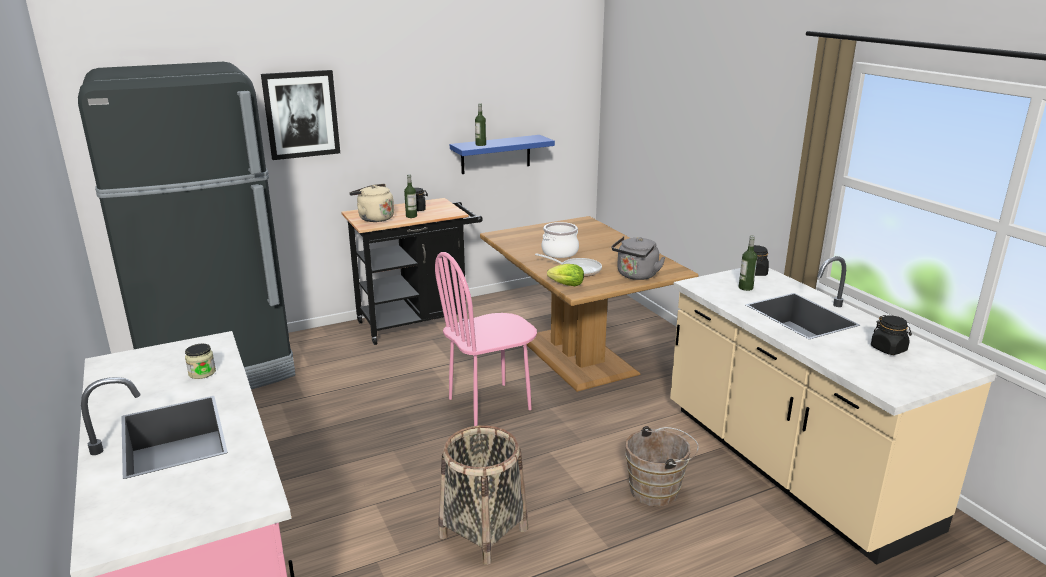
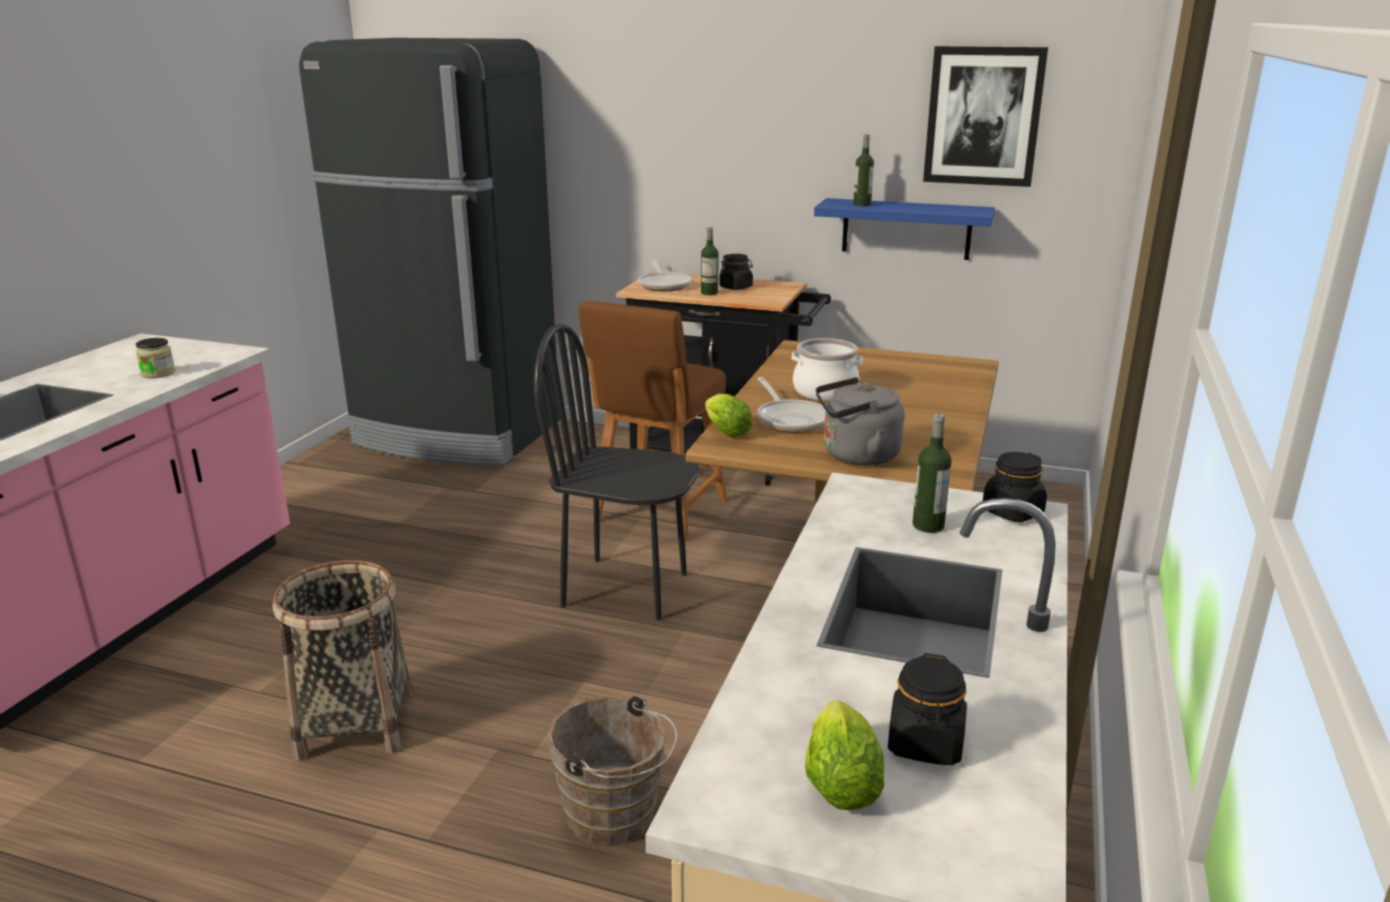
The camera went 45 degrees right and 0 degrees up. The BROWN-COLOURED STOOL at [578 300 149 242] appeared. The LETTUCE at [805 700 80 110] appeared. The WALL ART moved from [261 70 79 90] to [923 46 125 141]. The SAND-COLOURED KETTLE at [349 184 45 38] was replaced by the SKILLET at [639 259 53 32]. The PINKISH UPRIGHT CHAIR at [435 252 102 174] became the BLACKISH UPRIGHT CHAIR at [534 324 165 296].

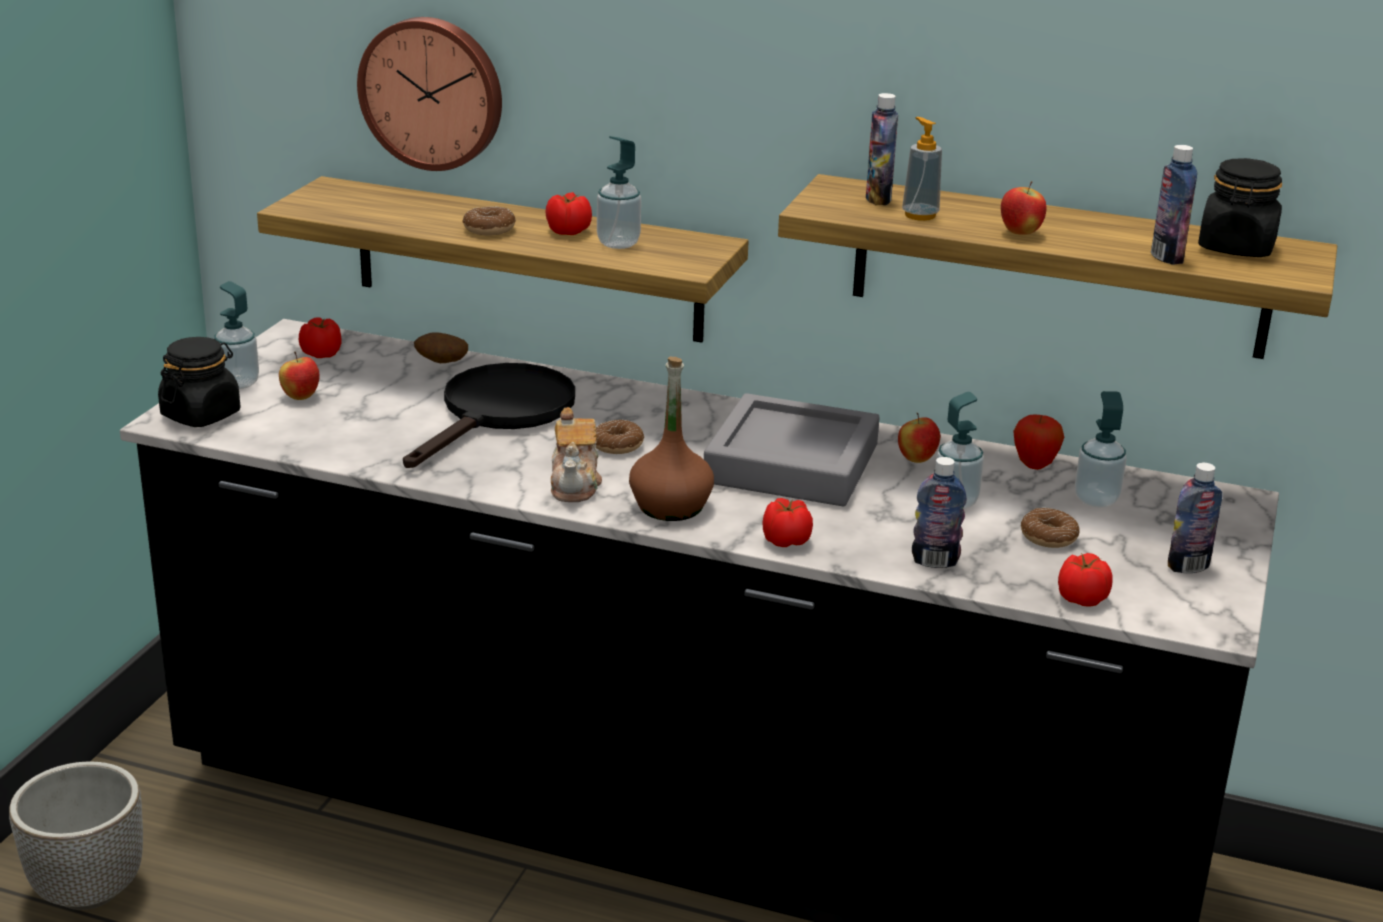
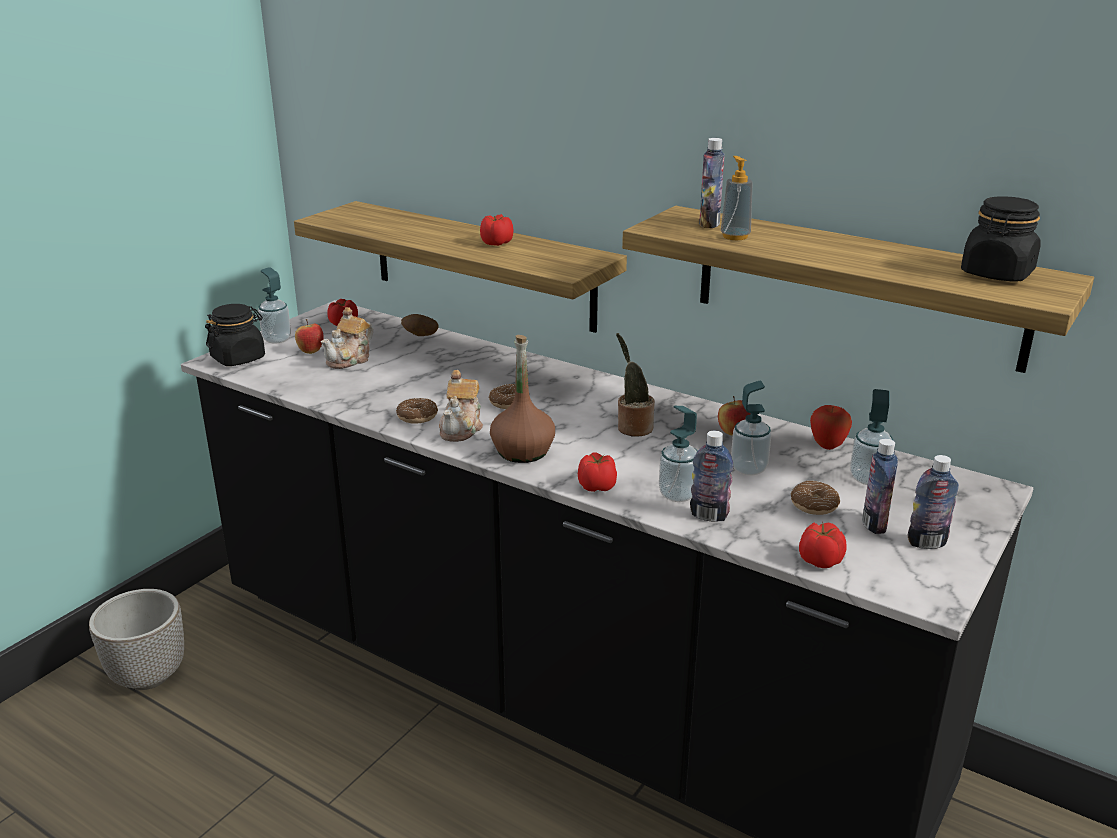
The camera went 15 degrees right and 0 degrees up. The CLOCK ON THE WALL at [357 17 145 154] disappeared. The BLACKISH SKILLET at [403 363 172 105] disappeared. The WHOLE APPLE at [1001 181 46 54] disappeared. The POT FOR TEA at [321 307 52 62] appeared. The DOUGHNUT moved from [462 207 54 28] to [396 398 42 26]. The SOAP BOTTLE moved from [597 136 44 113] to [659 406 38 96]. The BOTTLE moved from [1151 145 46 120] to [862 439 36 95]. The GREY SERVING TRAY at [704 393 176 113] was replaced by the HOUSEPLANT at [616 333 39 104].

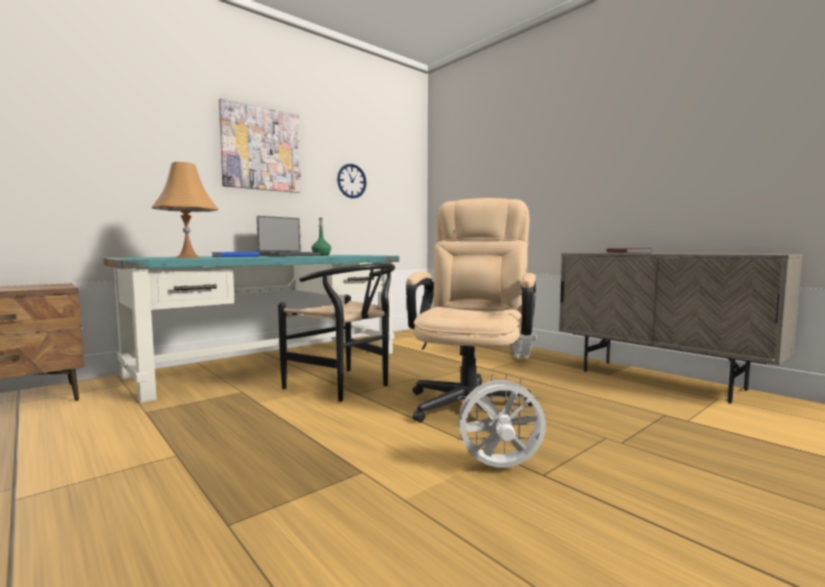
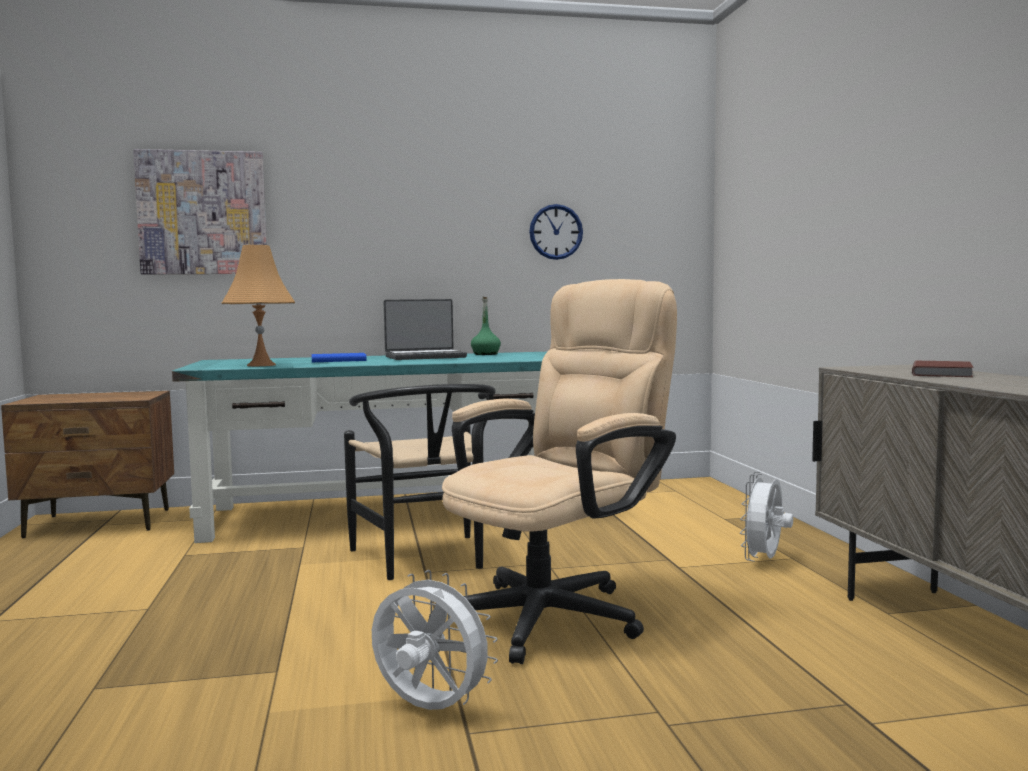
The camera went 30 degrees right and 0 degrees up. The WALL ART moved from [219 98 82 95] to [133 149 134 125].

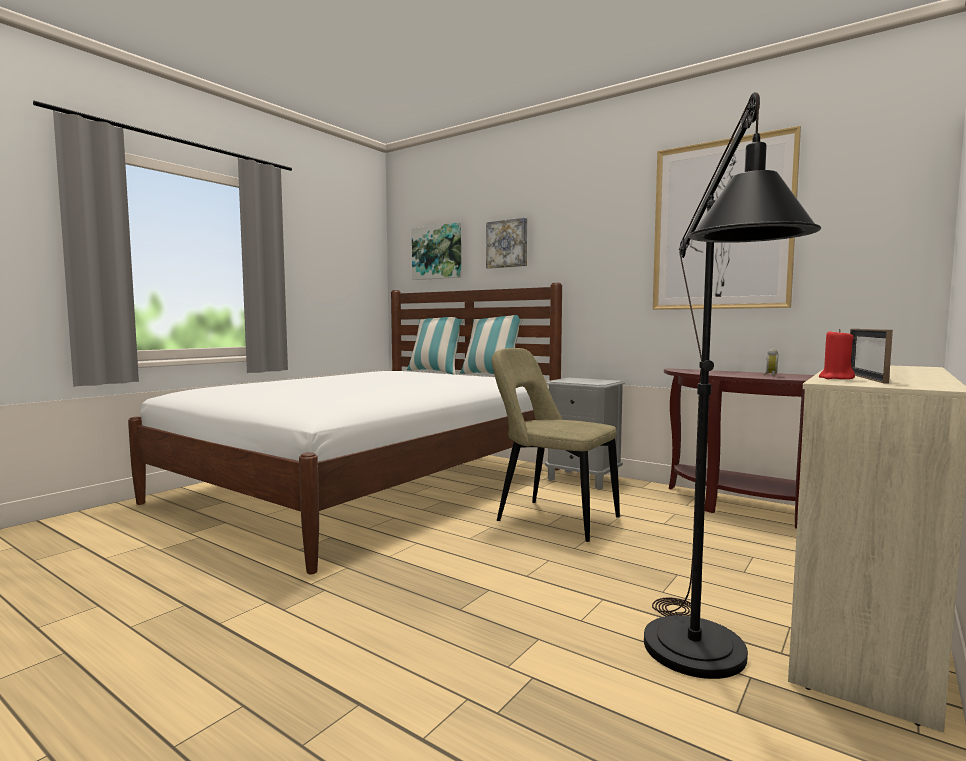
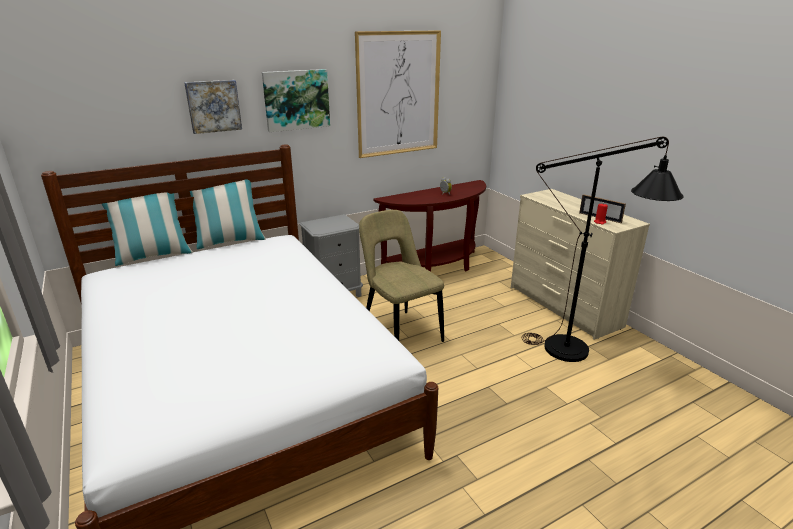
The camera went 65 degrees left and 20 degrees up. The WALL ART moved from [412 222 49 58] to [262 69 68 63]. The SAND-COLOURED UPRIGHT CHAIR at [492 348 128 194] turned 90 degrees clockwise.

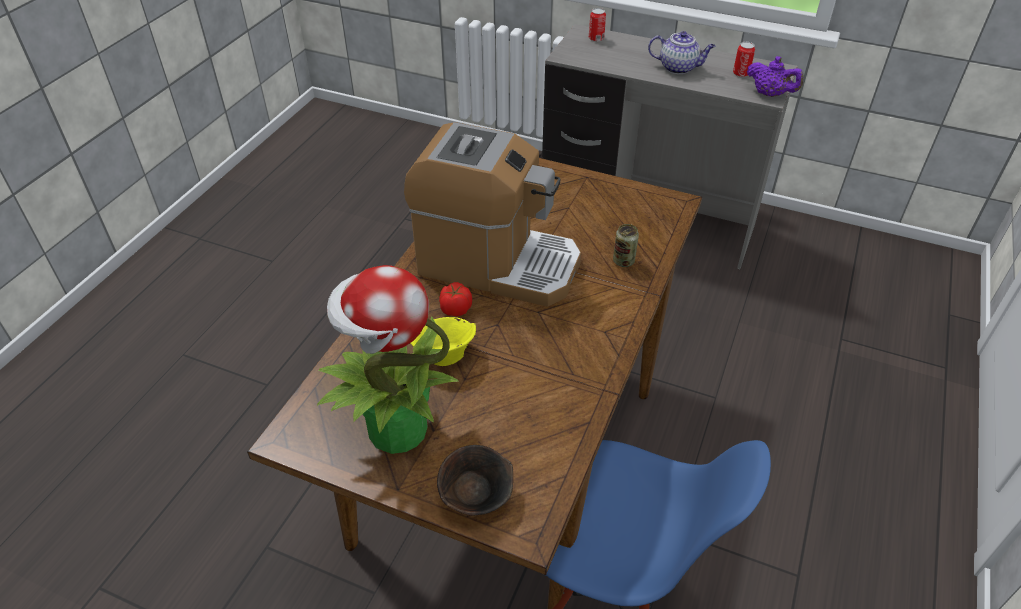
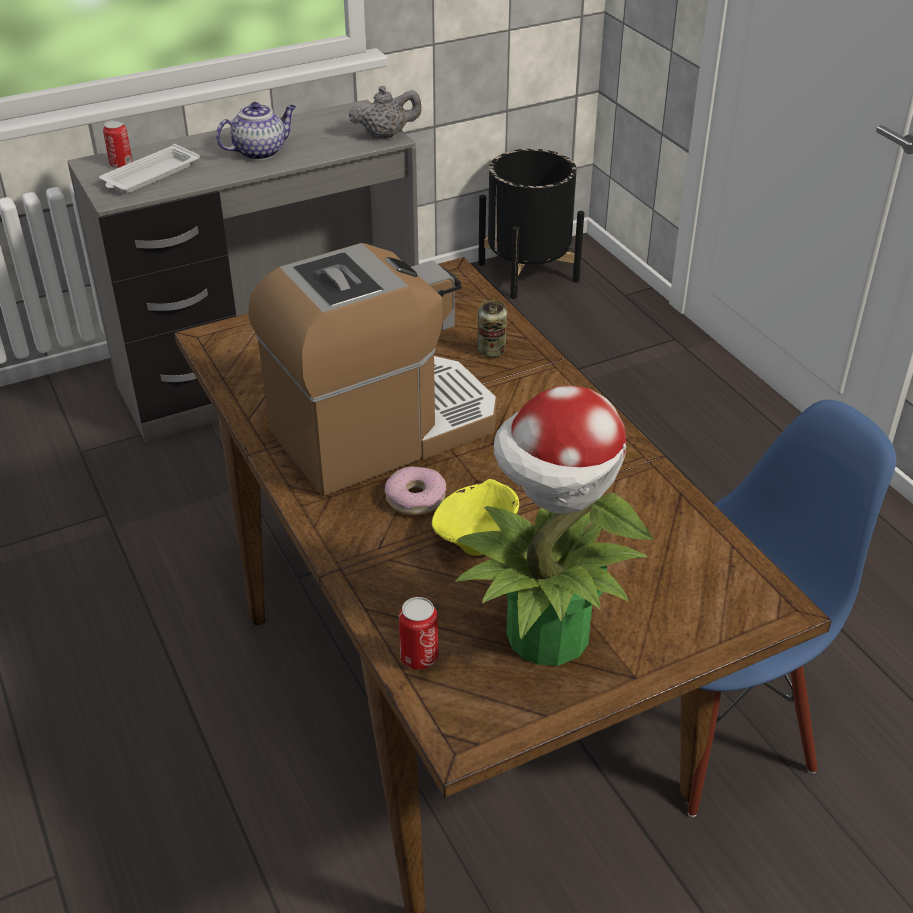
The camera went 50 degrees left and 5 degrees down. The BROWN-COLOURED BOWL at [437 445 76 70] disappeared. The WHITE-COLOURED SERVING TRAY at [99 144 101 49] appeared. The BLACKISH PLANTER at [478 149 106 150] appeared. The SEALED CAN moved from [733 42 22 35] to [399 597 39 73]. The TOMATO at [439 282 33 34] was replaced by the DOUGHNUT at [385 466 62 49]. The PURPLE POT FOR TEA at [747 56 56 41] became the GREY POT FOR TEA at [349 86 72 53].

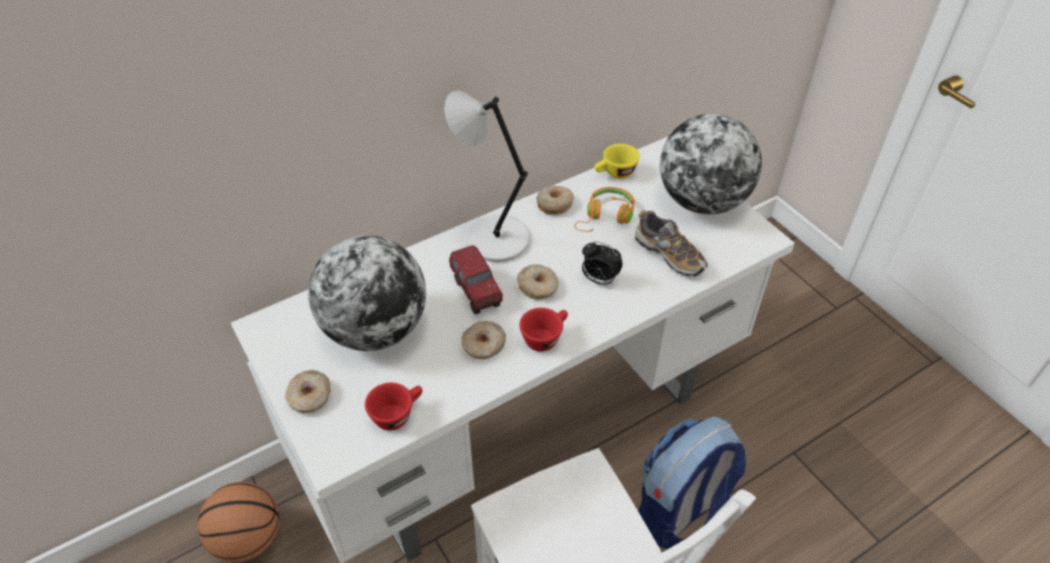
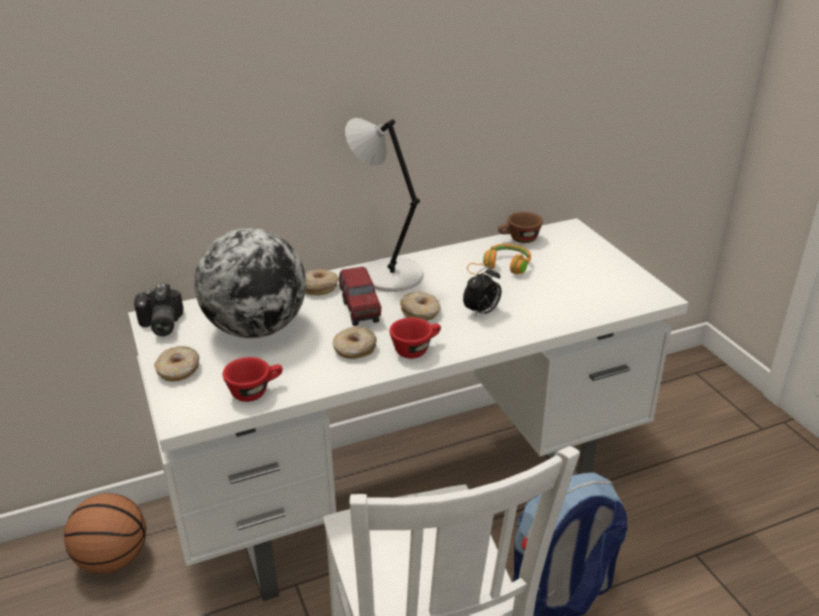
The camera went 10 degrees right and 15 degrees down. The ITEM OF FOOTWEAR at [635 210 73 68] disappeared. The GLOBE at [660 114 102 101] disappeared. The STILL CAMERA at [134 283 49 53] appeared. The DOUGHNUT moved from [536 186 38 29] to [305 269 33 26]. The YELLOW DRINKING CUP at [594 144 46 35] became the BROWN-COLOURED DRINKING CUP at [498 212 45 31]. The TABLE CLOCK at [582 242 41 43] turned 75 degrees counterclockwise.

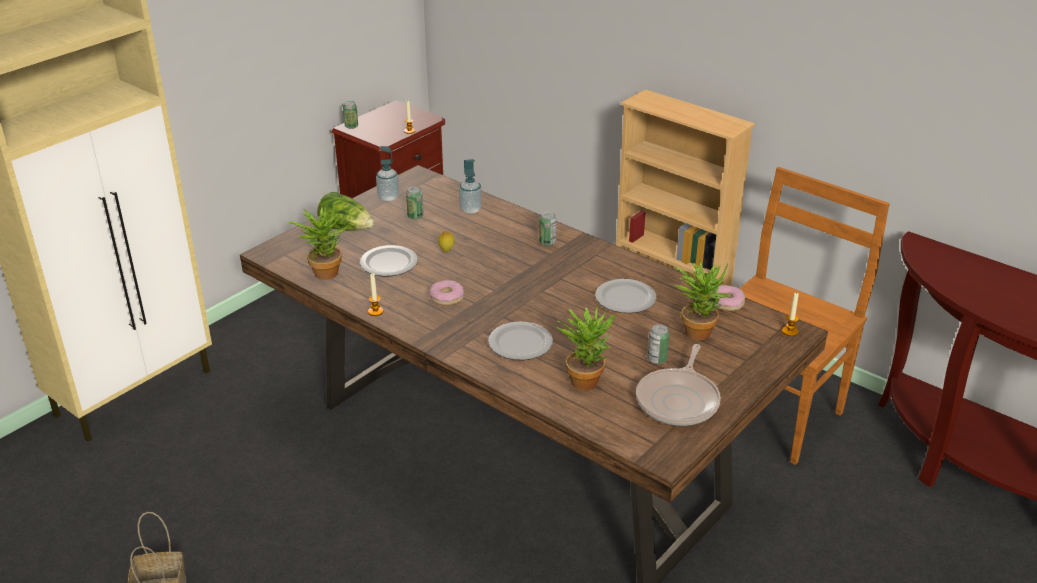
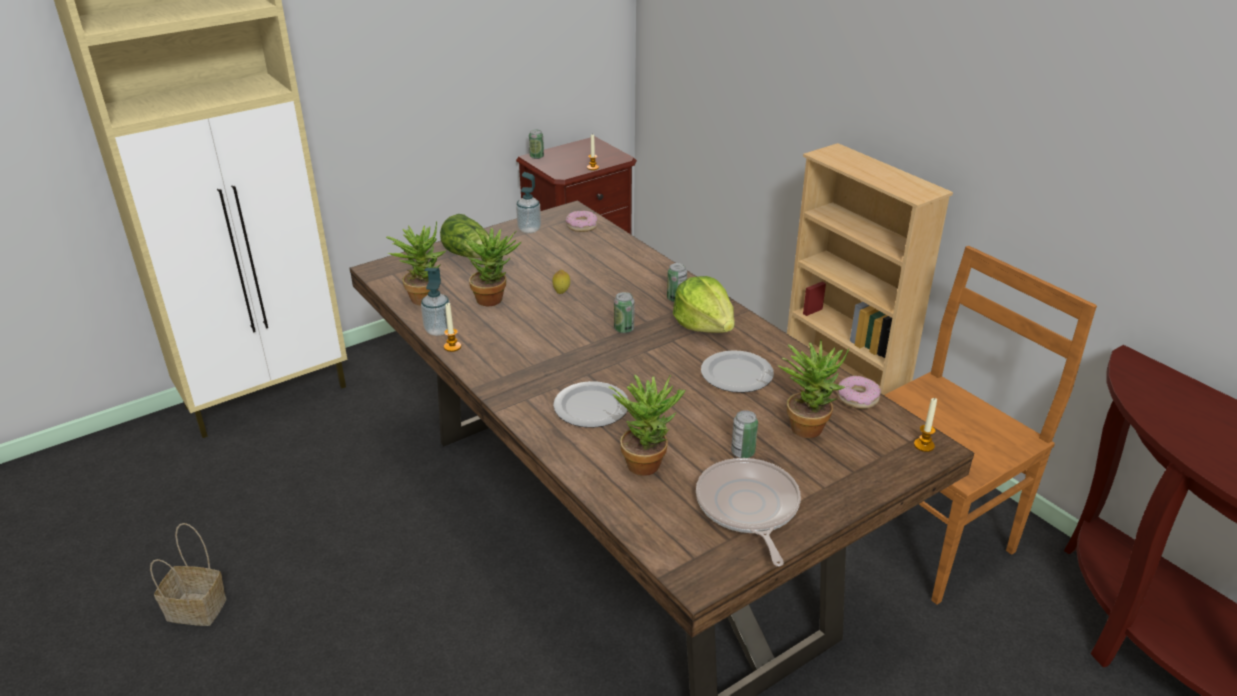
The camera went 15 degrees right and 0 degrees up. The LETTUCE at [673 276 62 57] appeared. The SEALED CAN moved from [406 186 18 34] to [614 292 21 41]. The DOUGHNUT moved from [430 280 34 26] to [566 211 32 21]. The SOAP BOTTLE moved from [459 159 23 55] to [421 268 29 68]. The FLAT DISH at [360 245 58 31] was replaced by the HOUSEPLANT at [460 228 61 78]. The SKILLET at [636 344 85 82] turned 135 degrees clockwise.

